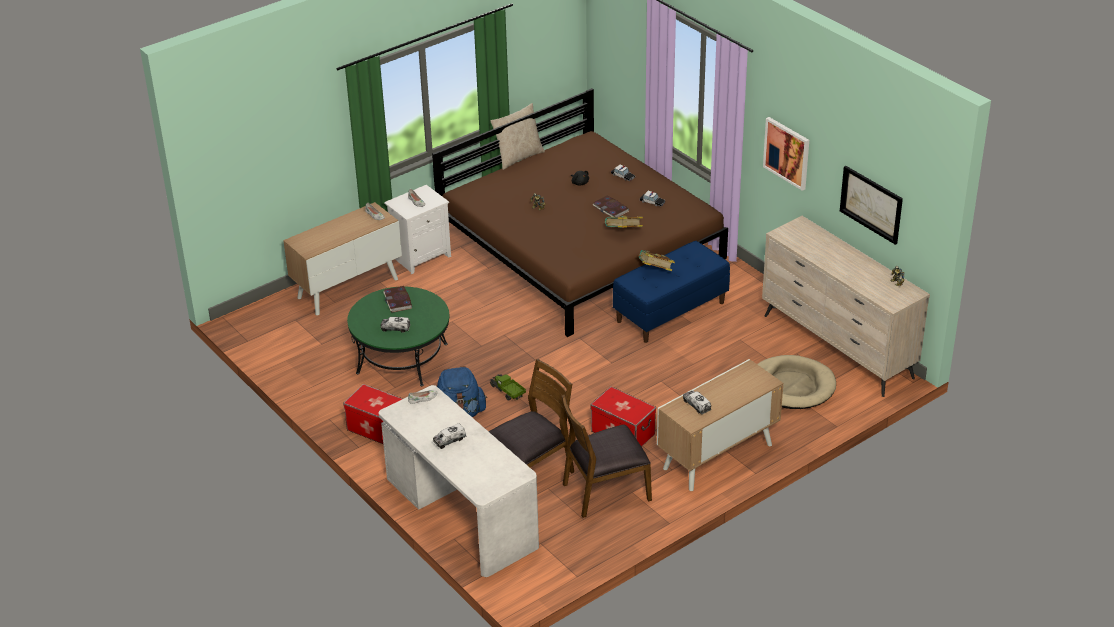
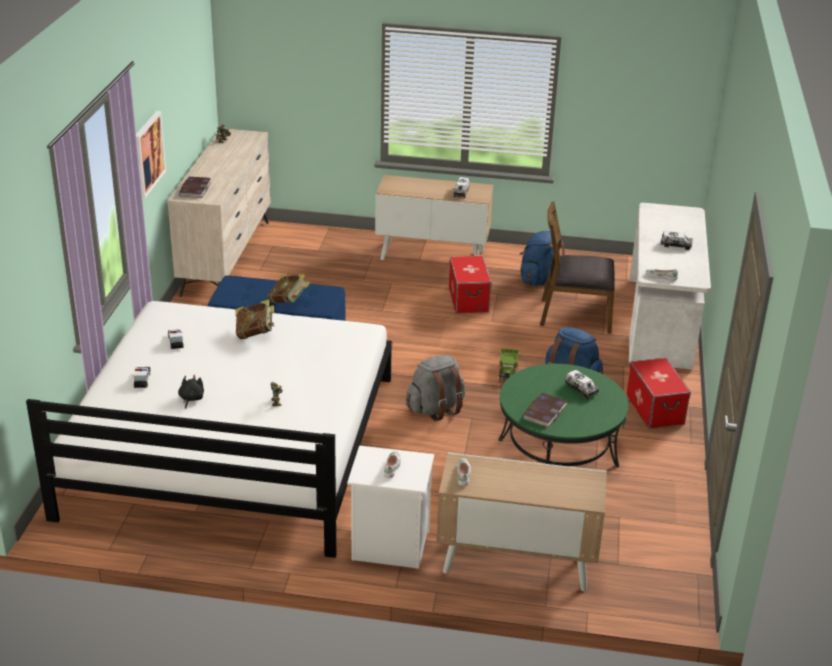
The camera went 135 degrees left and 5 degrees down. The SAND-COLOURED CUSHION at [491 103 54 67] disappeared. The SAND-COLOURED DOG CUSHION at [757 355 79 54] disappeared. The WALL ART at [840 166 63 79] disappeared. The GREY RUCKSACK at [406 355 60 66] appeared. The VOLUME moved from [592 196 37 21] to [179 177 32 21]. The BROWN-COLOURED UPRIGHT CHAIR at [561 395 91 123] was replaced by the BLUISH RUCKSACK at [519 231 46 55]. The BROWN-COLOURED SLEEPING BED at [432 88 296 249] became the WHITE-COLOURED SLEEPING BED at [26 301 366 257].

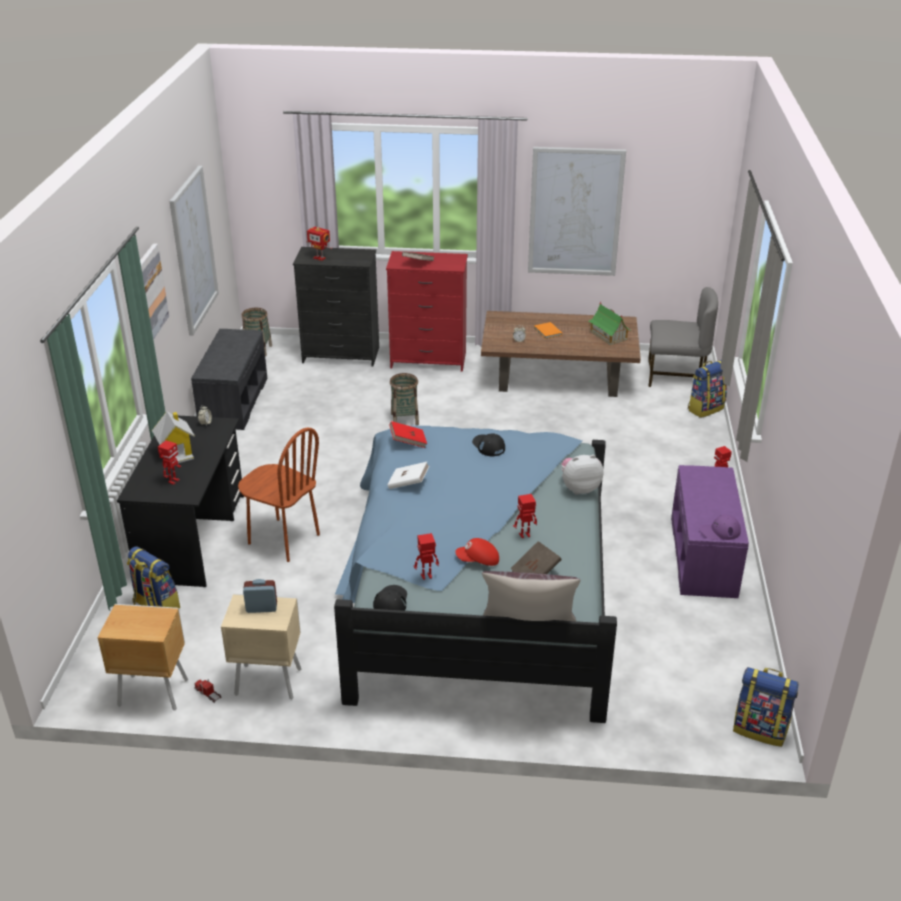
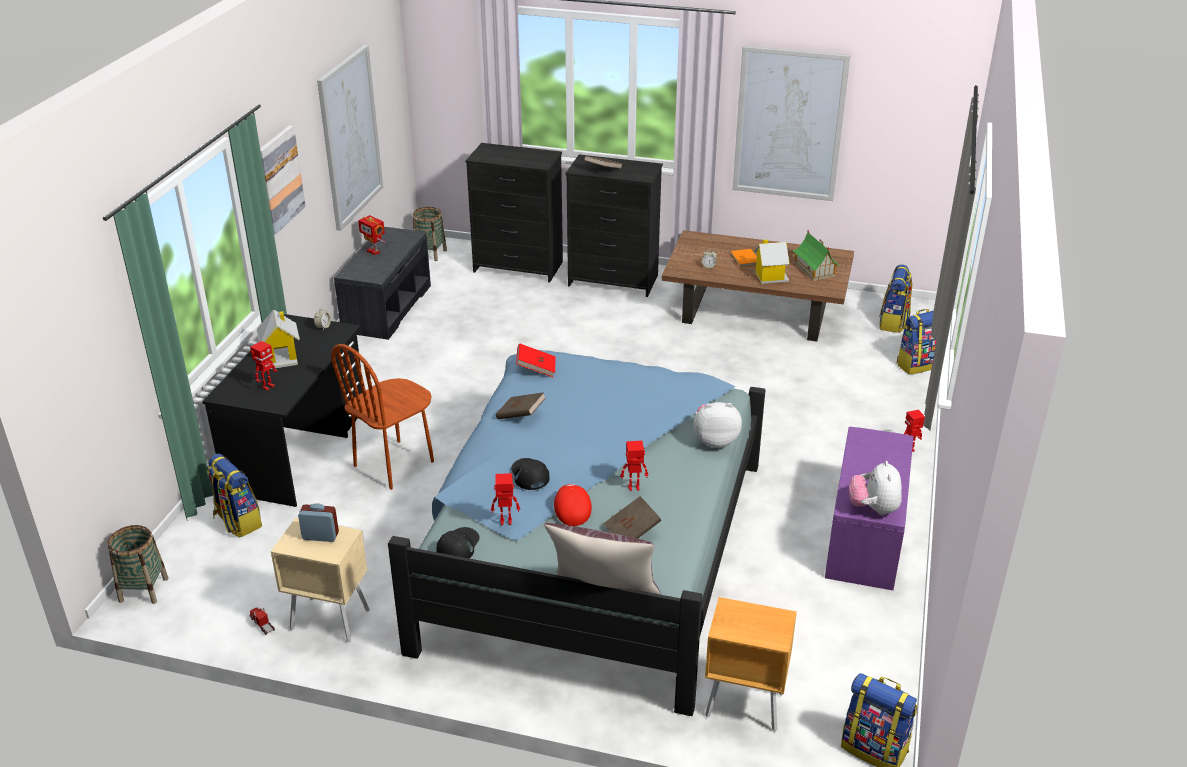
The camera went 10 degrees right and 0 degrees up. The MODEL HOUSE at [754 240 35 44] appeared. The BROWN-COLOURED BEDSIDE TABLE moved from [98 604 90 107] to [705 596 92 135]. The TOY ROBOT moved from [306 227 26 34] to [358 215 27 40]. The STORAGE BASKET moved from [390 373 29 52] to [108 525 61 79]. The BLACKISH CAP moved from [472 433 33 23] to [511 458 39 32]. The GREY UPRIGHT CHAIR at [648 287 70 100] was replaced by the RUCKSACK at [879 264 34 69]. The PURPLE CAP at [700 515 41 25] was replaced by the CUDDLY TOY at [849 461 53 55]. The RED DRESSER at [386 251 82 121] became the BLACKISH DRESSER at [566 154 97 143]. The WHITE-COLOURED VOLUME at [387 462 42 27] became the BROWN-COLOURED VOLUME at [496 392 50 27]. The BROWN-COLOURED UPRIGHT CHAIR at [238 428 82 134] turned 90 degrees clockwise. The RED CAP at [455 538 44 28] turned 75 degrees clockwise.

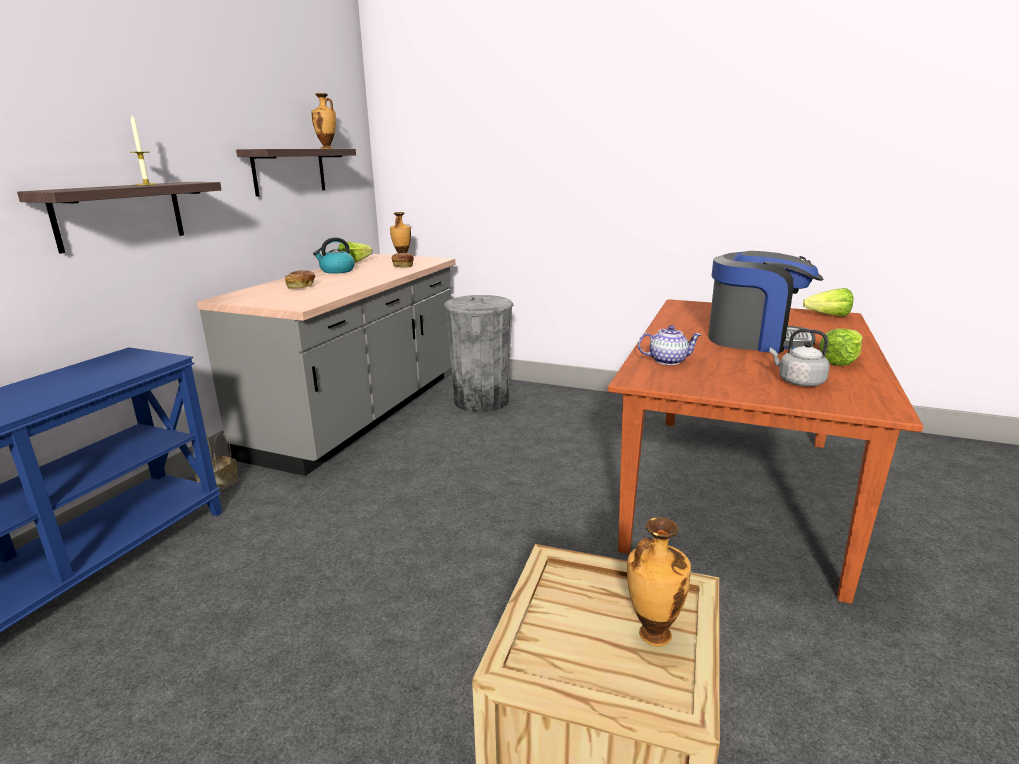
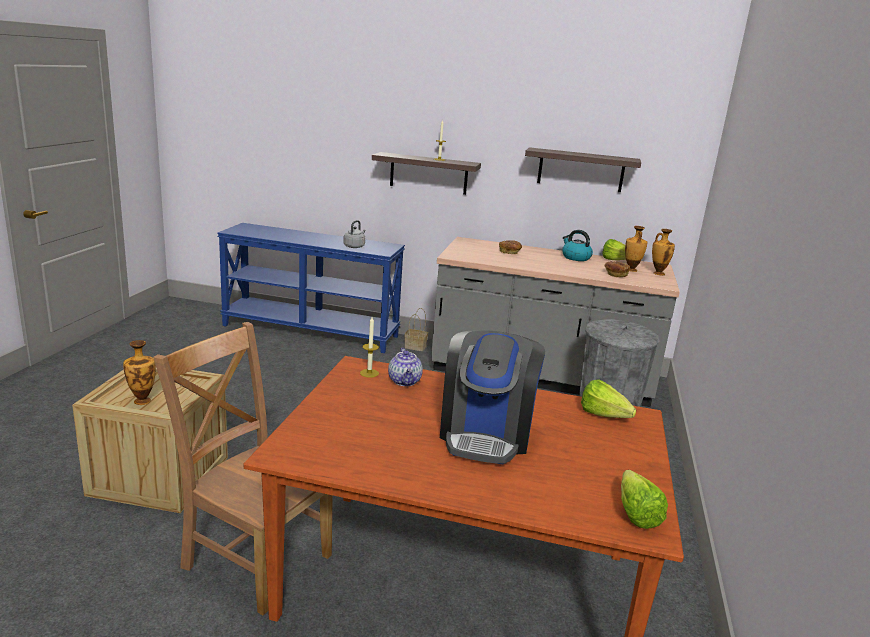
The camera went 80 degrees right and 0 degrees up. The BROWN-COLOURED UPRIGHT CHAIR at [153 322 180 293] appeared. The WAX LIGHT at [360 317 19 61] appeared. The VASE moved from [311 93 25 56] to [625 226 22 46]. The GREY KETTLE moved from [769 329 61 57] to [343 220 22 28]. The LETTUCE moved from [819 329 44 37] to [581 379 55 39].

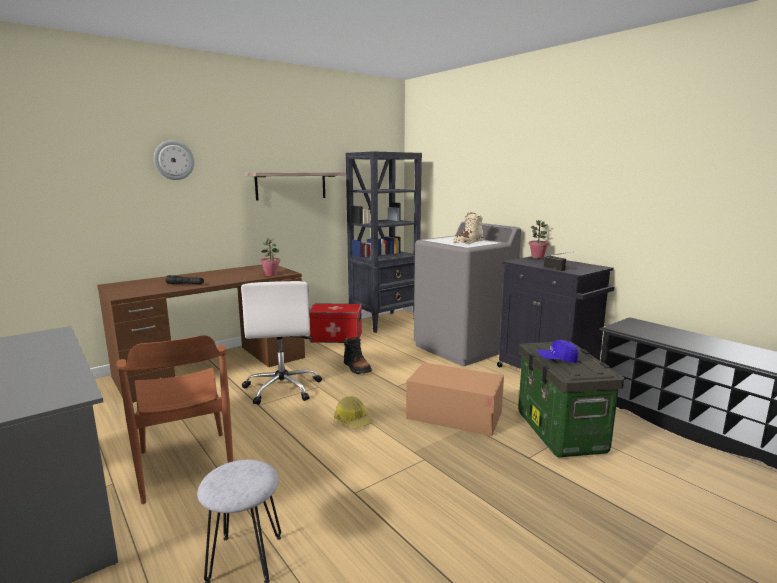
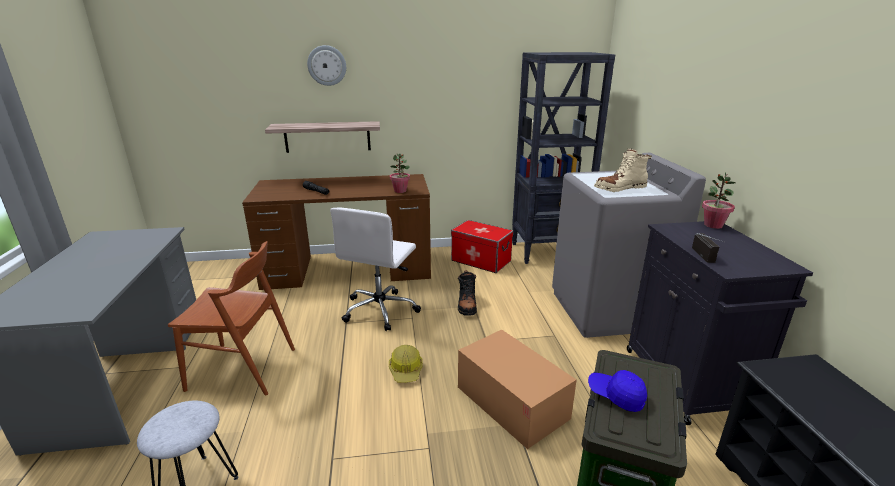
The camera went 30 degrees right and 10 degrees up. The BRACKET SHELF moved from [244 172 102 29] to [265 121 115 32]. The BROWN-COLOURED UPRIGHT CHAIR at [116 335 117 169] turned 90 degrees counterclockwise.

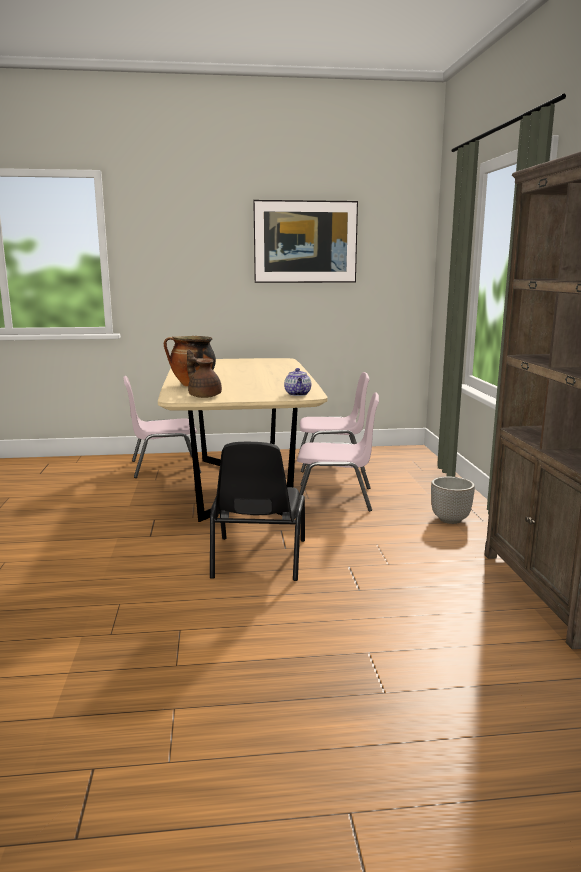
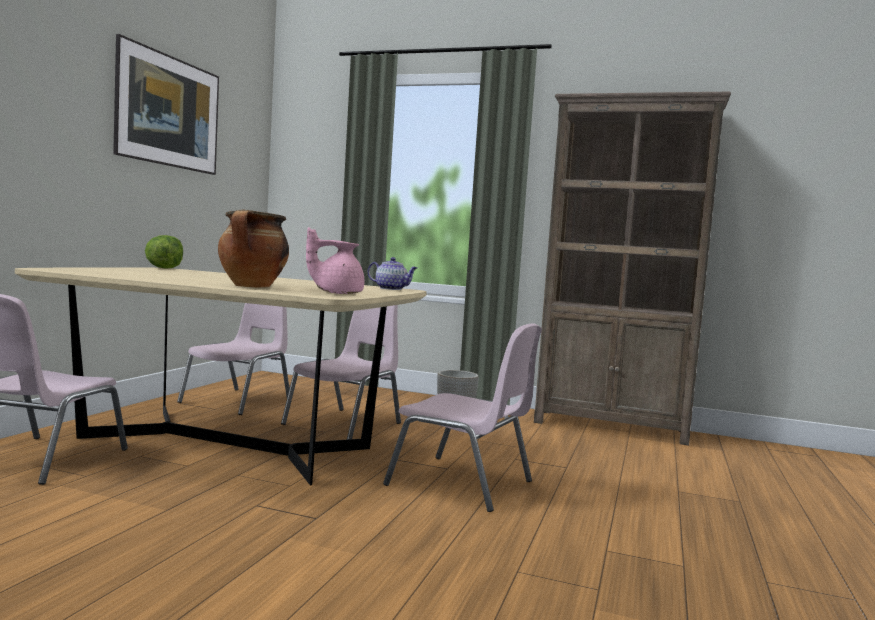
The camera went 65 degrees left and 10 degrees down. The LETTUCE at [145 235 38 34] appeared. The BROWN-COLOURED POT FOR TEA at [187 349 35 49] became the PINKISH POT FOR TEA at [306 227 58 67]. The BLACKISH UPRIGHT CHAIR at [210 442 95 139] became the PINKISH UPRIGHT CHAIR at [383 323 159 189].

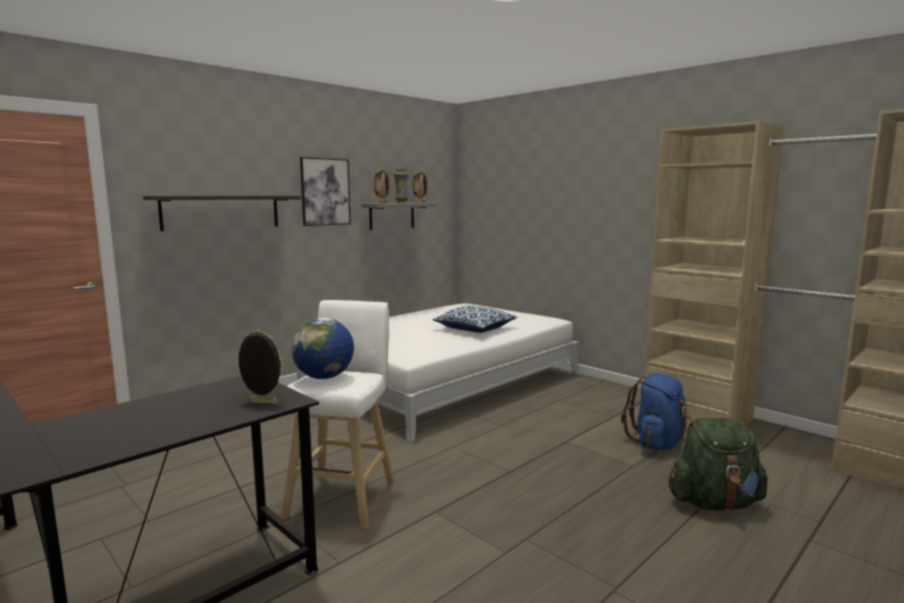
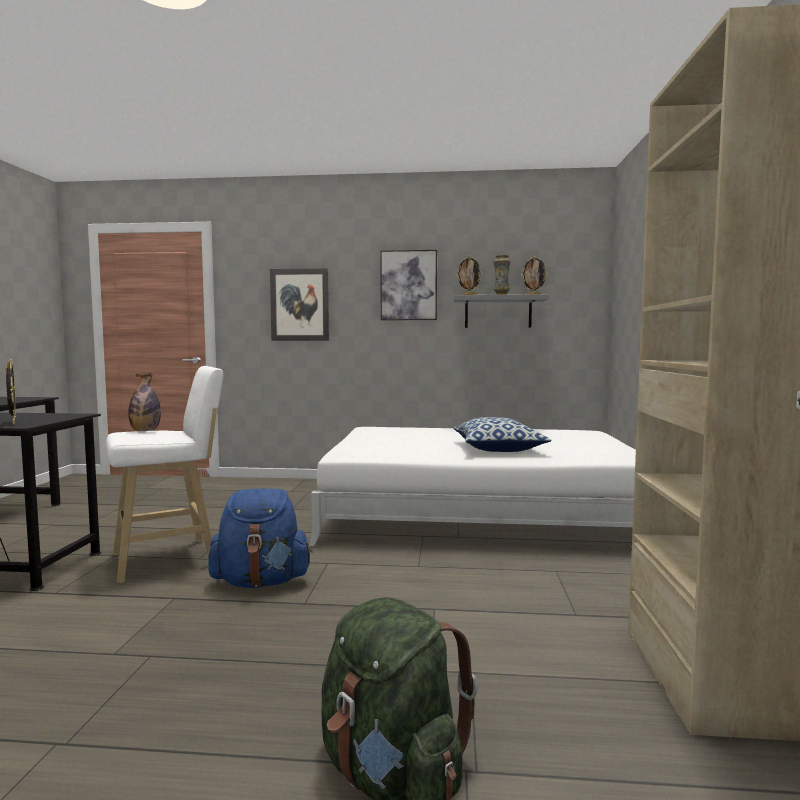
The camera went 50 degrees right and 5 degrees down. The BLUISH RUCKSACK moved from [621 373 71 77] to [209 488 103 100]. The BRACKET SHELF at [143 196 158 35] was replaced by the WALL ART at [270 268 59 73]. The GLOBE at [292 318 62 61] was replaced by the BOTTLE at [128 373 33 58].

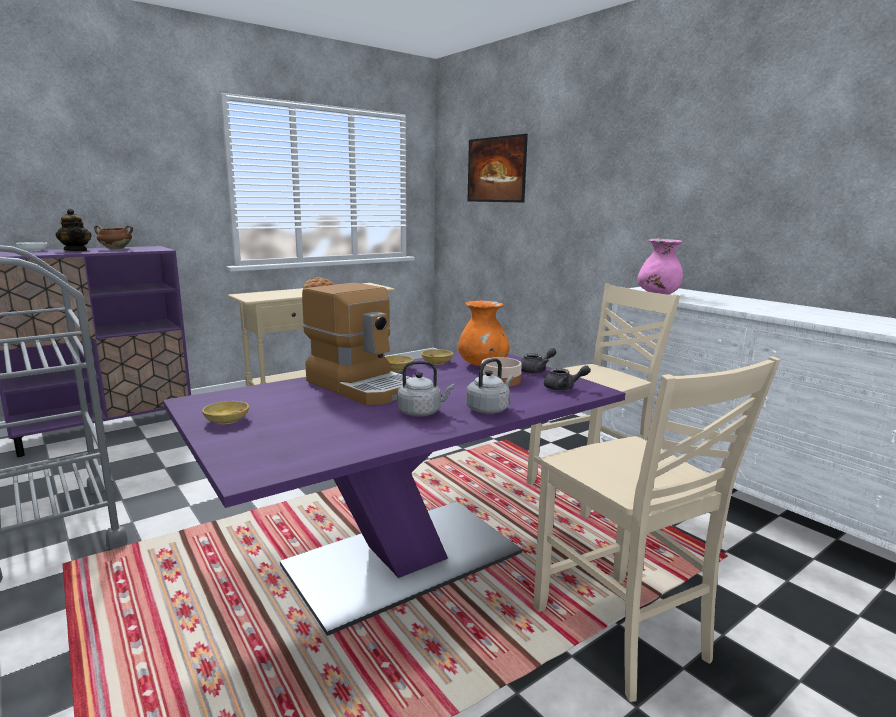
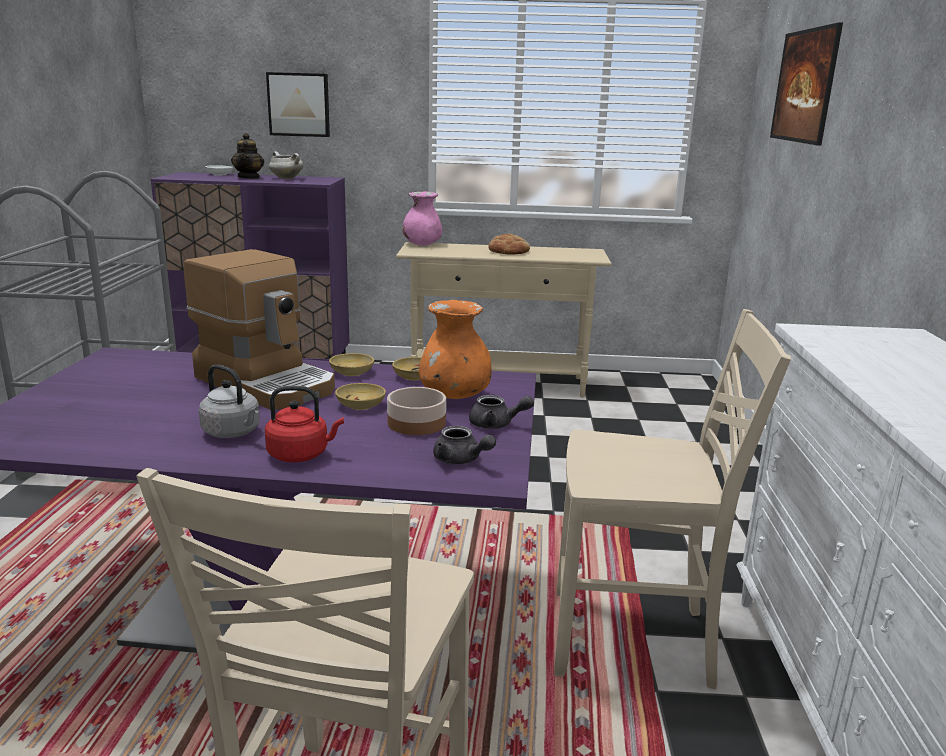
The camera went 40 degrees right and 5 degrees up. The WALL ART at [266 72 64 65] appeared. The SAND-COLOURED BOWL moved from [202 401 47 23] to [335 383 51 27]. The PINKISH VASE moved from [638 239 45 56] to [402 192 40 54]. The BROWN-COLOURED STOCKPOT at [94 225 39 25] became the WHITE-COLOURED STOCKPOT at [269 151 35 28]. The GREY KETTLE at [466 358 47 56] became the RED KETTLE at [265 386 79 76]. The COFFEE BREWER at [302 283 110 122] turned 45 degrees counterclockwise.

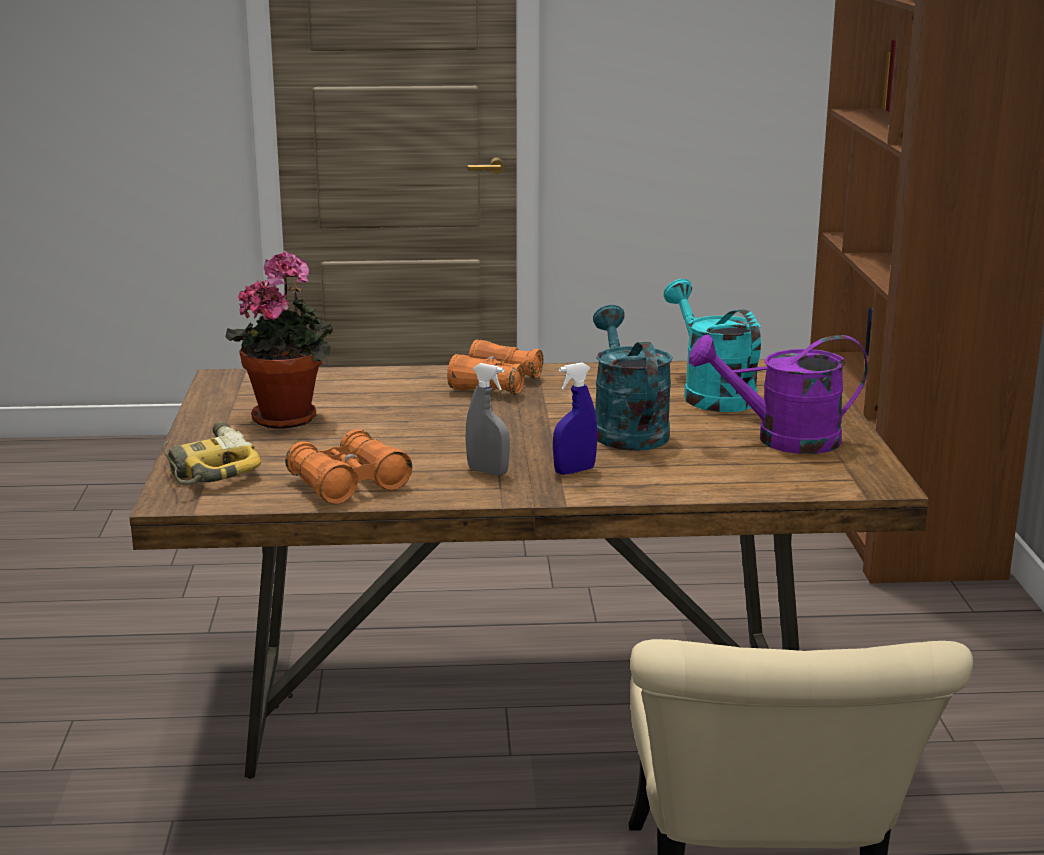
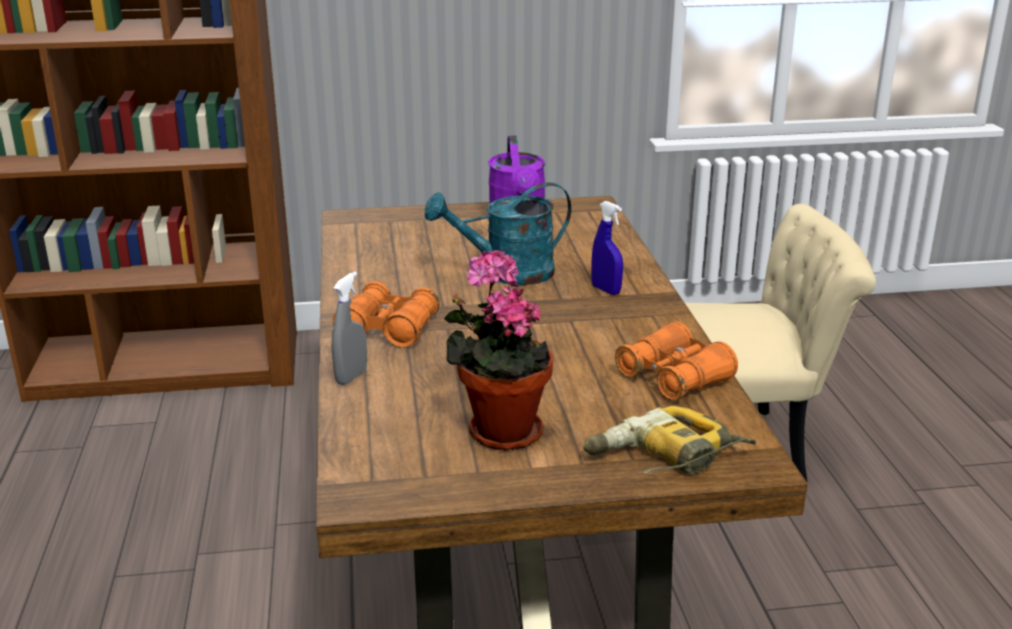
The camera went 95 degrees left and 5 degrees up. The TURQUOISE-COLOURED SPRINKLING CAN at [664 279 97 133] disappeared. The GREY SPRAY BOTTLE moved from [465 363 45 112] to [332 271 35 114].

